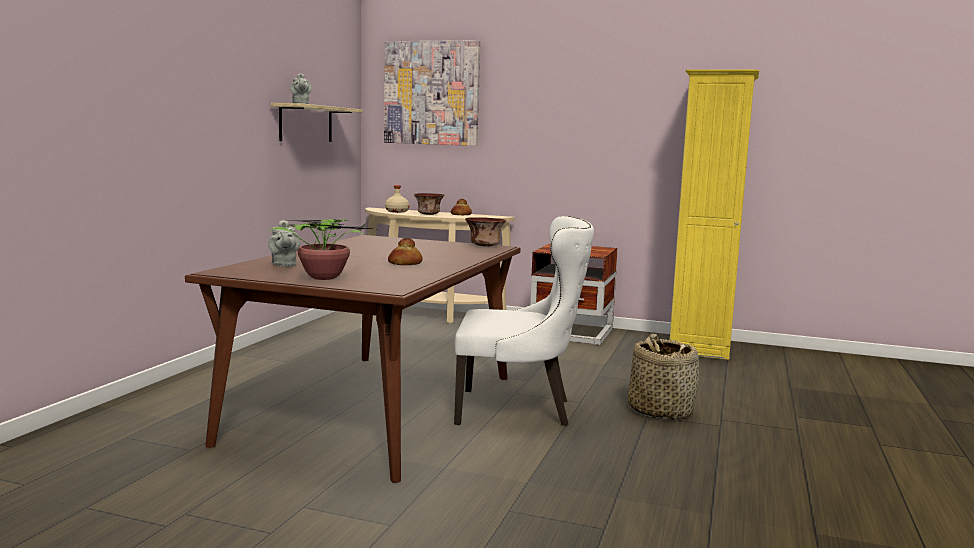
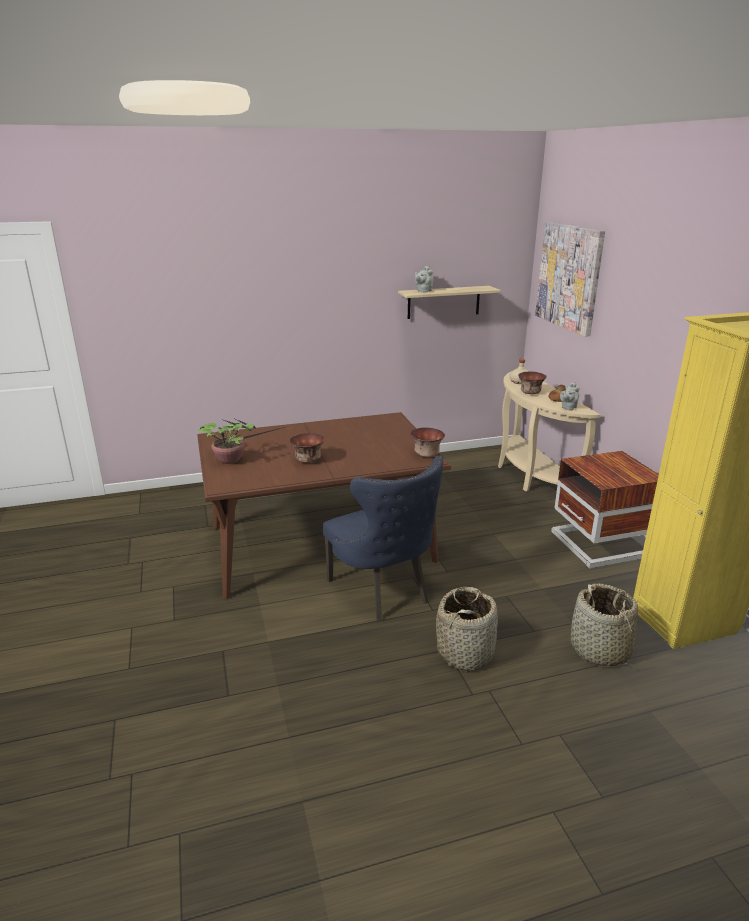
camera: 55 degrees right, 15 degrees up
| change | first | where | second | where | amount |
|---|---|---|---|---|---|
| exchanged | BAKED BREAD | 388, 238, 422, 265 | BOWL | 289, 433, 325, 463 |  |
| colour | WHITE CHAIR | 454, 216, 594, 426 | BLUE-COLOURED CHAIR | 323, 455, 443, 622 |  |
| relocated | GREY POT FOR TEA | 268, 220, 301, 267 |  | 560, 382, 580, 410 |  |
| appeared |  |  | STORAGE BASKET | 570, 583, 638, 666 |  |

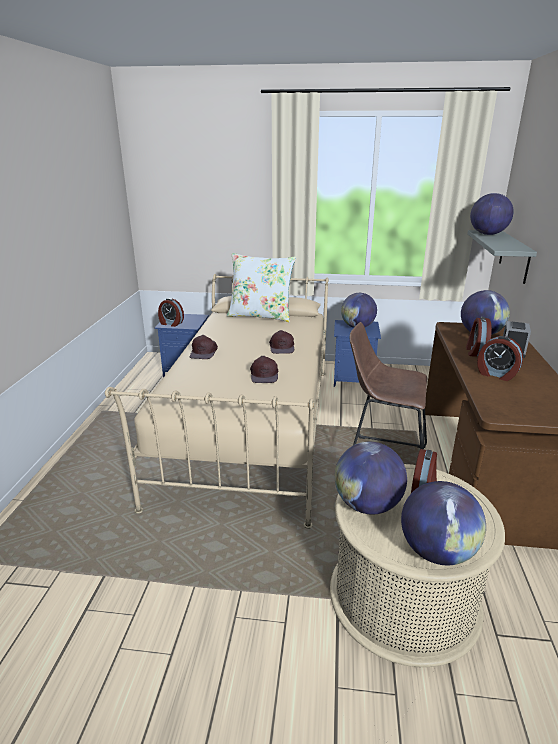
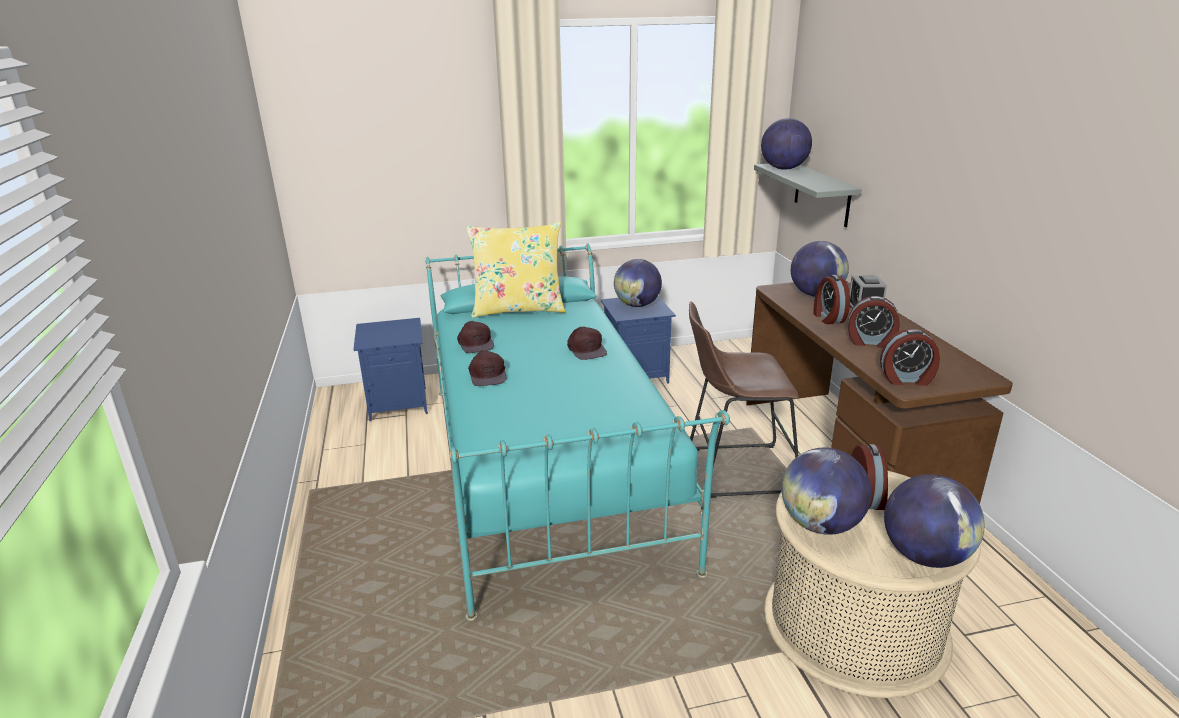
camera: 20 degrees left, 0 degrees up
| change | first | where | second | where | amount |
|---|---|---|---|---|---|
| colour | SAND-COLOURED SLEEPING BED | 105, 274, 329, 529 | TURQUOISE-COLOURED SLEEPING BED | 425, 243, 730, 621 |  |
| relocated | BROWNISH PEAKED CAP | 250, 356, 278, 383 |  | 457, 321, 494, 353 |  |
| colour | WHITE CUSHION | 227, 253, 296, 322 | YELLOWISH CUSHION | 466, 222, 565, 318 |  |
| relocated | BEDSIDE CLOCK | 158, 298, 184, 327 |  | 880, 329, 940, 385 |  |

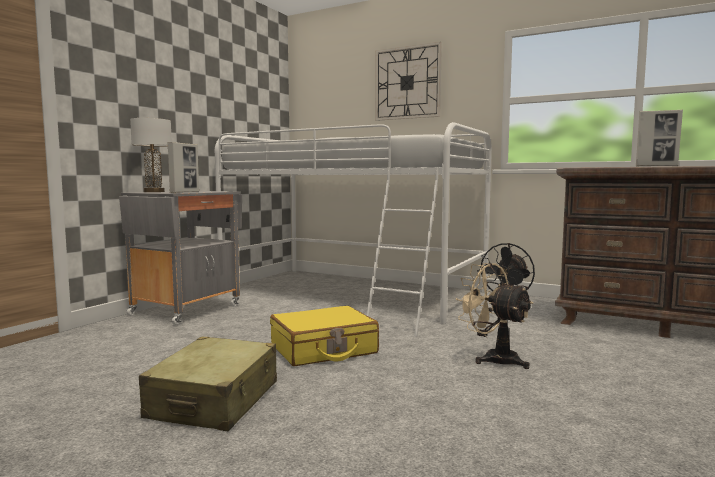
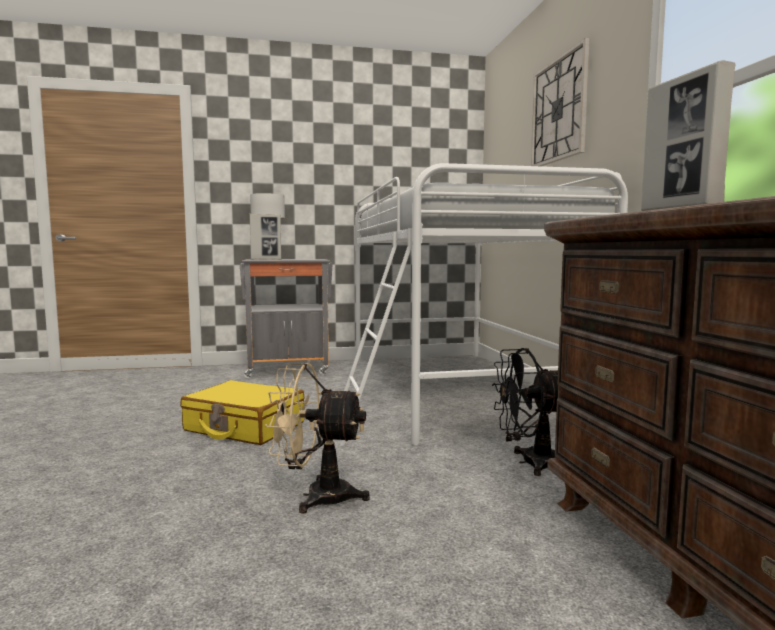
camera: 50 degrees right, 0 degrees up
| change | first | where | second | where | amount |
|---|---|---|---|---|---|
| spun | SAND-COLOURED FAN | 456, 263, 533, 369 |  | 265, 363, 370, 513 | 90 degrees counterclockwise |
| missing | SAND-COLOURED PIECE OF LUGGAGE | 139, 337, 277, 431 |  |  |  |

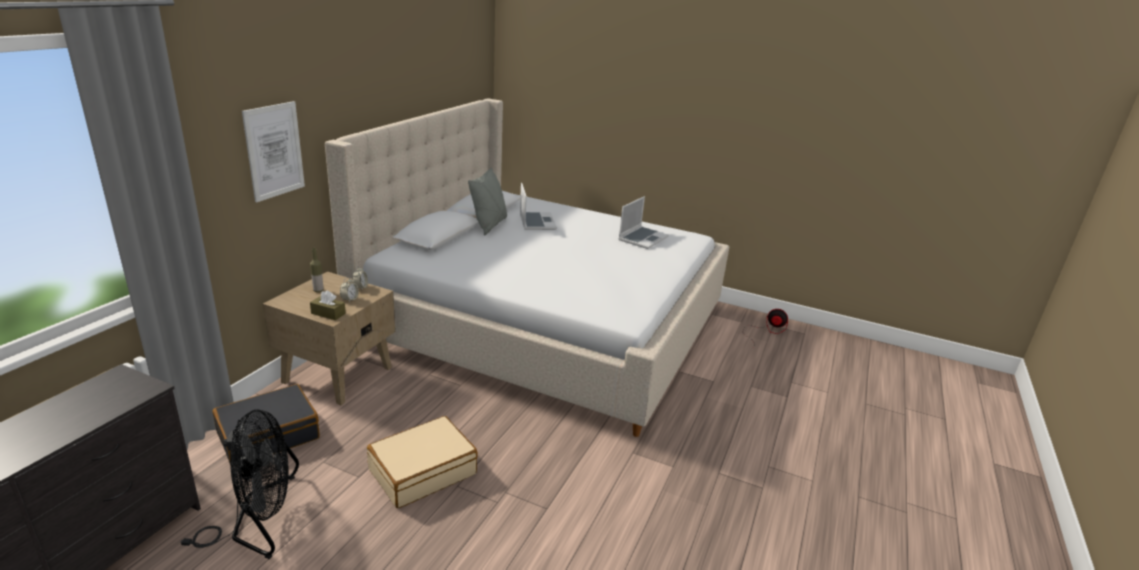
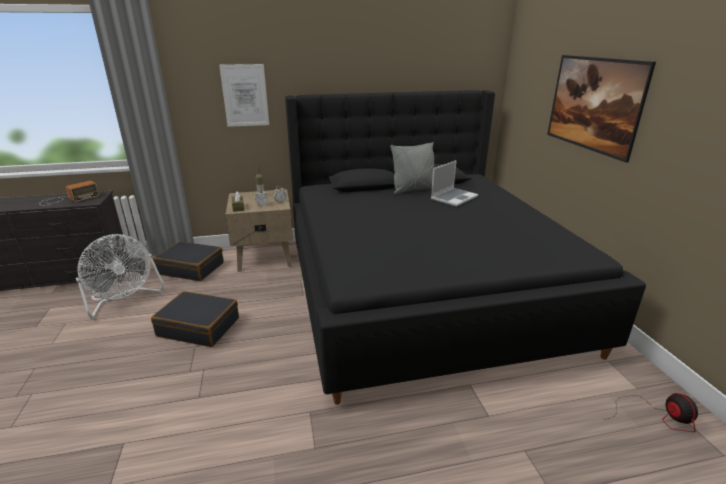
camera: 55 degrees right, 0 degrees up
| change | first | where | second | where | amount |
|---|---|---|---|---|---|
| appeared |  |  | RADIO | 39, 181, 100, 206 |  |
| colour | BLACK FAN | 181, 409, 299, 559 | WHITE FAN | 76, 234, 164, 320 |  |
| colour | SAND-COLOURED PIECE OF LUGGAGE | 367, 416, 478, 508 | BLACK PIECE OF LUGGAGE | 151, 291, 239, 347 |  |
| colour | SAND-COLOURED SLEEPING BED | 325, 98, 729, 437 | BLACK SLEEPING BED | 285, 90, 646, 405 |  |
| appeared |  |  | WALL PICTURE | 547, 55, 656, 163 |  |
| missing | PORTABLE COMPUTER | 619, 196, 669, 249 |  |  |  |

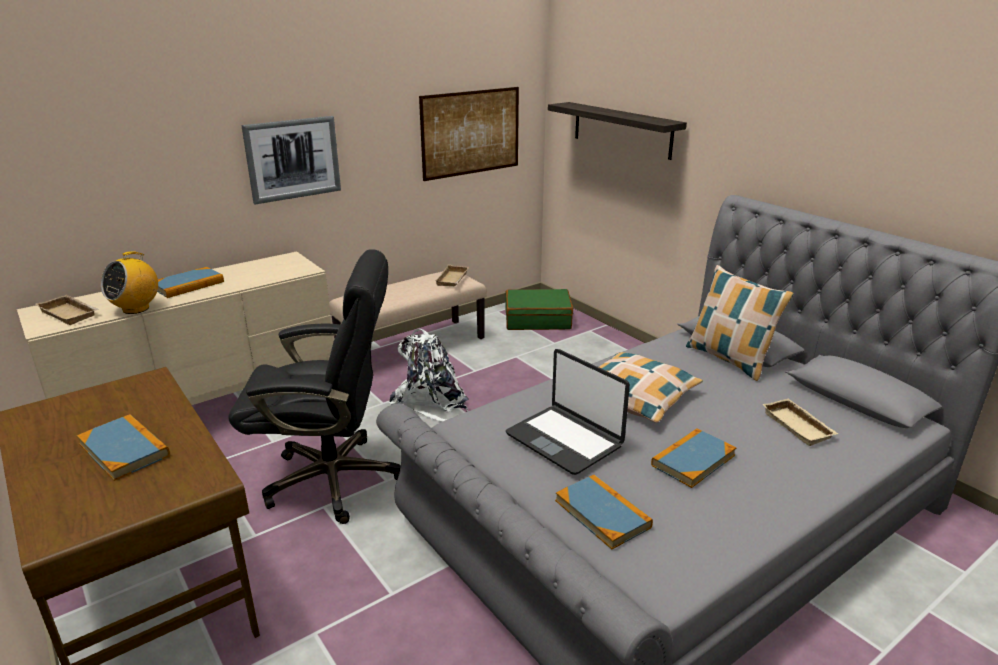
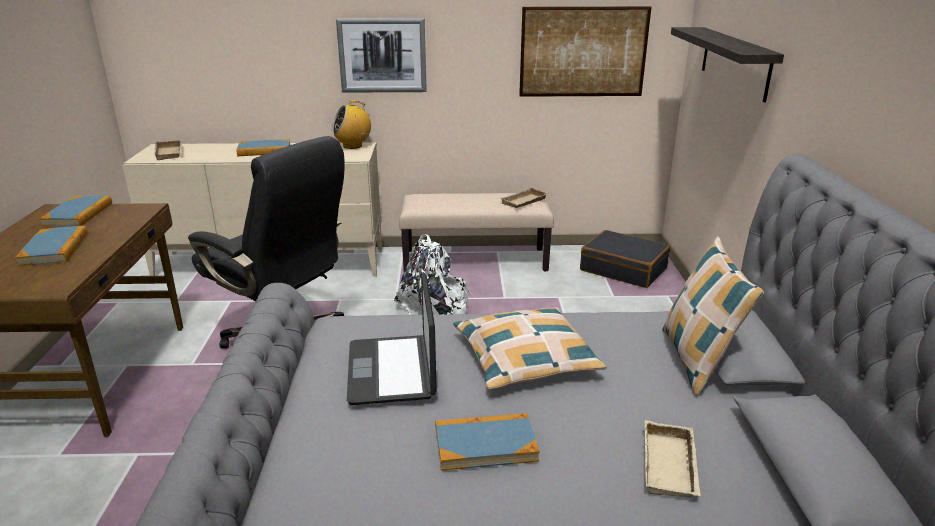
camera: 35 degrees right, 0 degrees up
| change | first | where | second | where | amount |
|---|---|---|---|---|---|
| relocated | BOOK | 555, 475, 653, 549 |  | 39, 196, 112, 227 |  |
| relocated | RADIO | 101, 251, 158, 314 |  | 332, 100, 371, 149 |  |
| colour | GREENISH PIECE OF LUGGAGE | 505, 289, 573, 330 | BLACK PIECE OF LUGGAGE | 580, 230, 671, 288 |  |

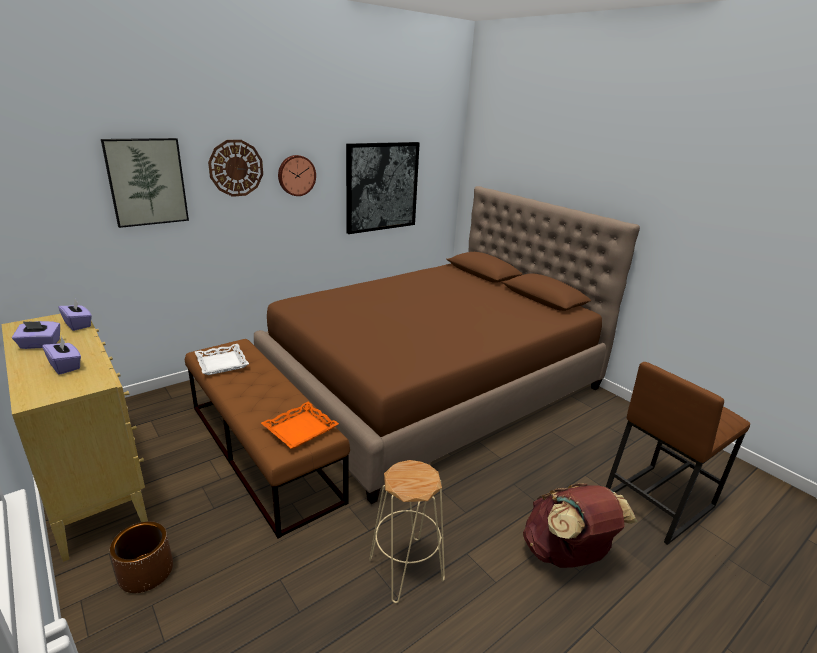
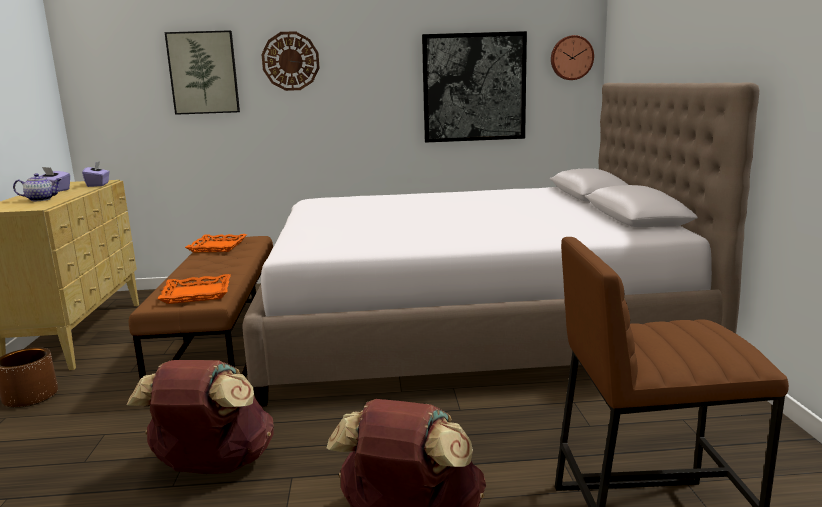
camera: 35 degrees right, 10 degrees down
| change | first | where | second | where | amount |
|---|---|---|---|---|---|
| exchanged | PURPLISH BOX OF TISSUES | 42, 336, 81, 375 | POT FOR TEA | 13, 173, 62, 201 |  |
| exchanged | SAND-COLOURED SITTING STOOL | 369, 460, 445, 603 | BROWNISH BACKPACK | 127, 360, 274, 474 |  |
| colour | WHITE TRAY | 195, 344, 249, 375 | ORANGE-COLOURED TRAY | 185, 234, 247, 252 |  |
| colour | BROWNISH SLEEPING BED | 254, 186, 640, 504 | WHITE SLEEPING BED | 242, 82, 760, 407 |  |
| relocated | CLOCK ON THE WALL | 278, 155, 316, 196 |  | 551, 35, 594, 80 |  |

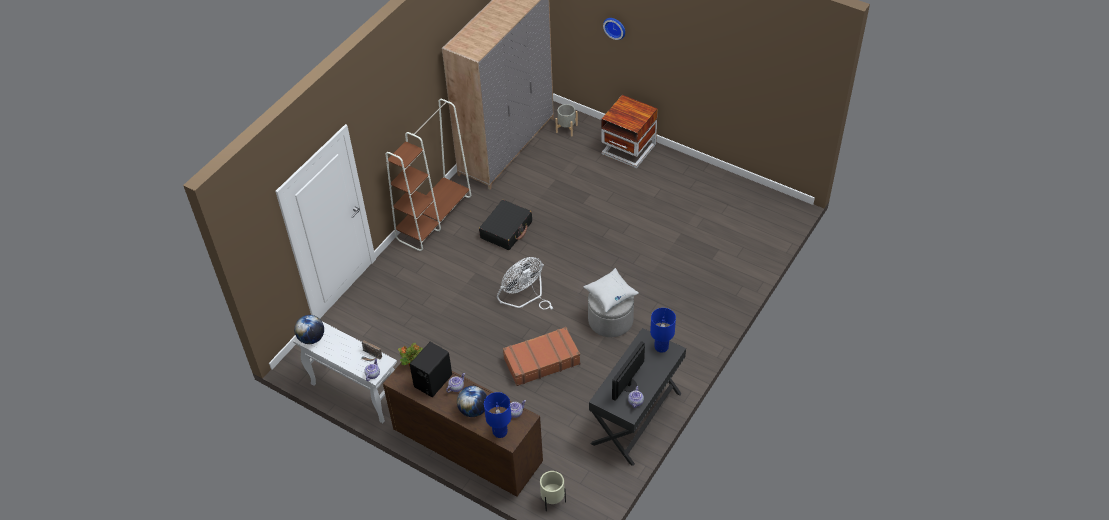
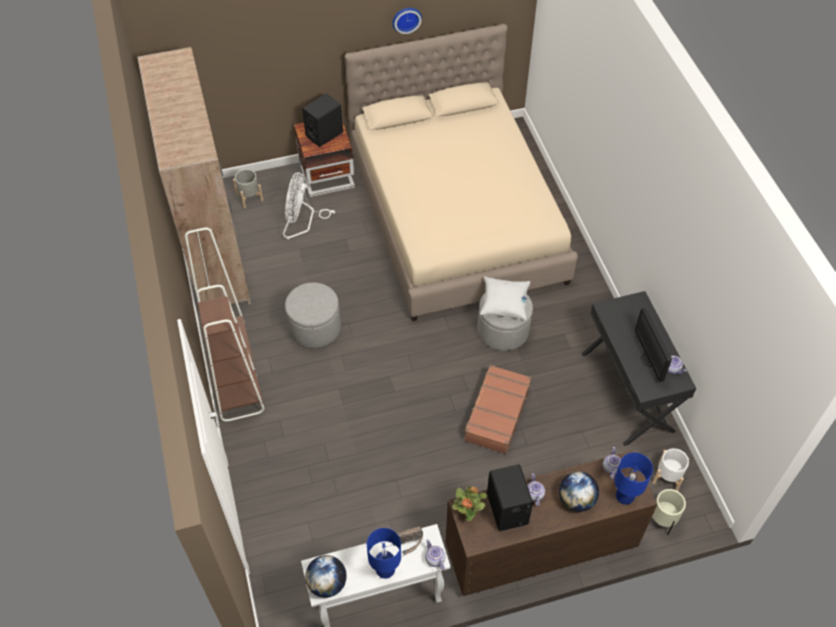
camera: 50 degrees left, 5 degrees up
| change | first | where | second | where | amount |
|---|---|---|---|---|---|
| relocated | WHITE FAN | 497, 257, 553, 310 |  | 283, 172, 335, 240 |  |
| exchanged | BLACK PIECE OF LUGGAGE | 479, 200, 532, 250 | GREY FOOTREST | 285, 283, 341, 348 |  |
| appeared |  |  | BLACK SPEAKER | 302, 93, 343, 147 |  |
| appeared |  |  | SAND-COLOURED SLEEPING BED | 345, 24, 578, 322 |  |
| relocated | BLUE-COLOURED LAMP FOR A TABLE | 650, 308, 676, 353 |  | 367, 528, 401, 579 |  |
| relocated | CLOCK ON THE WALL | 603, 18, 625, 40 |  | 393, 8, 422, 34 |  |
| appeared |  |  | WHITE PLANTER | 653, 448, 689, 491 |  |

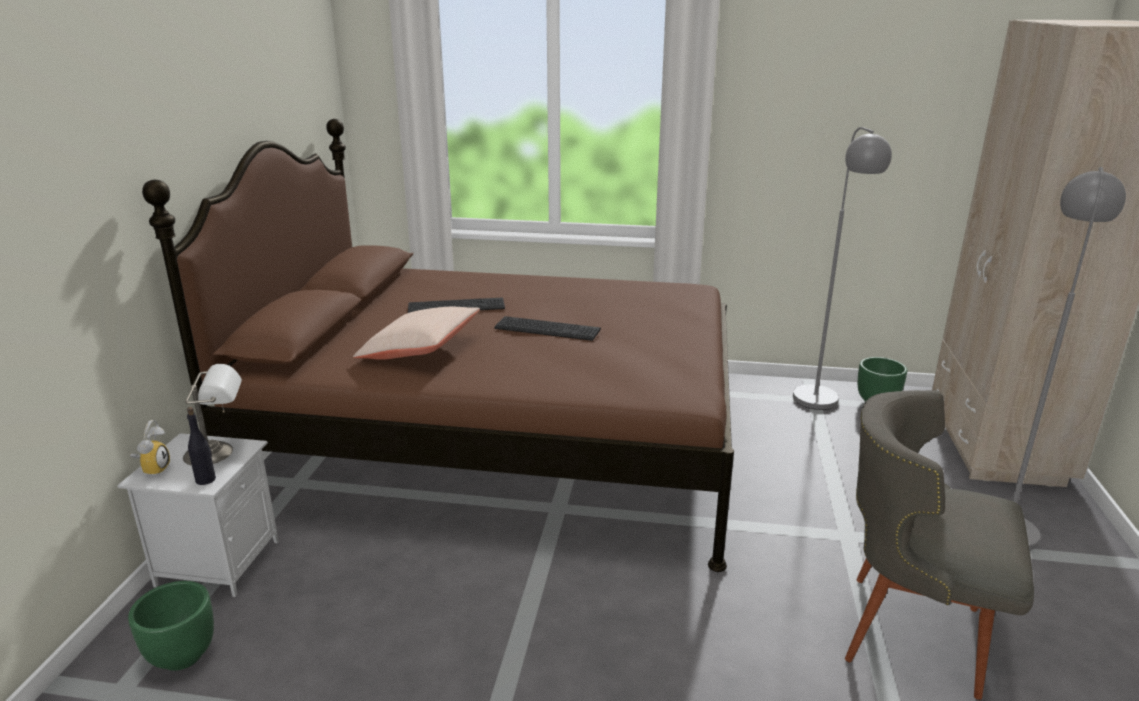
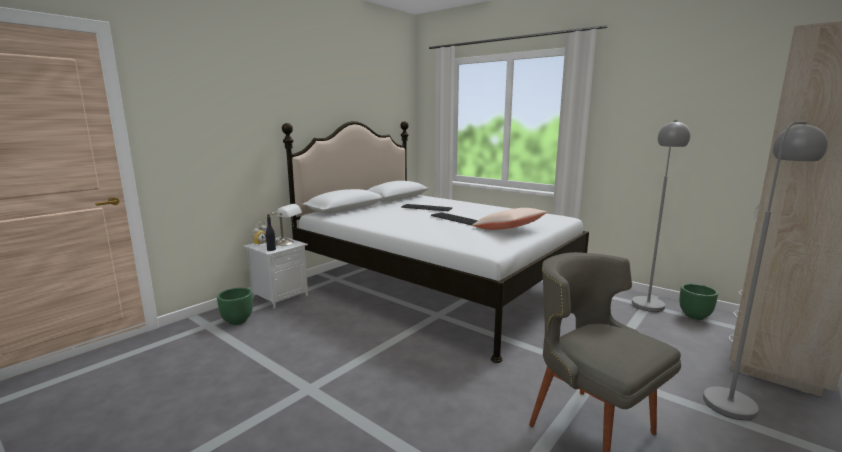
camera: 30 degrees right, 10 degrees down
| change | first | where | second | where | amount |
|---|---|---|---|---|---|
| colour | BROWNISH SLEEPING BED | 142, 119, 734, 572 | WHITE SLEEPING BED | 282, 121, 589, 363 |  |
| relocated | SAND-COLOURED CUSHION | 353, 307, 480, 360 |  | 472, 208, 547, 230 |  |

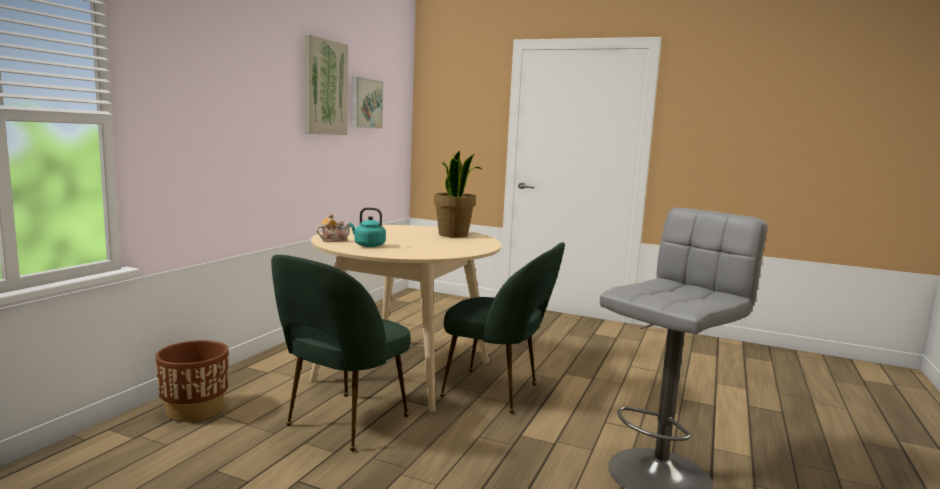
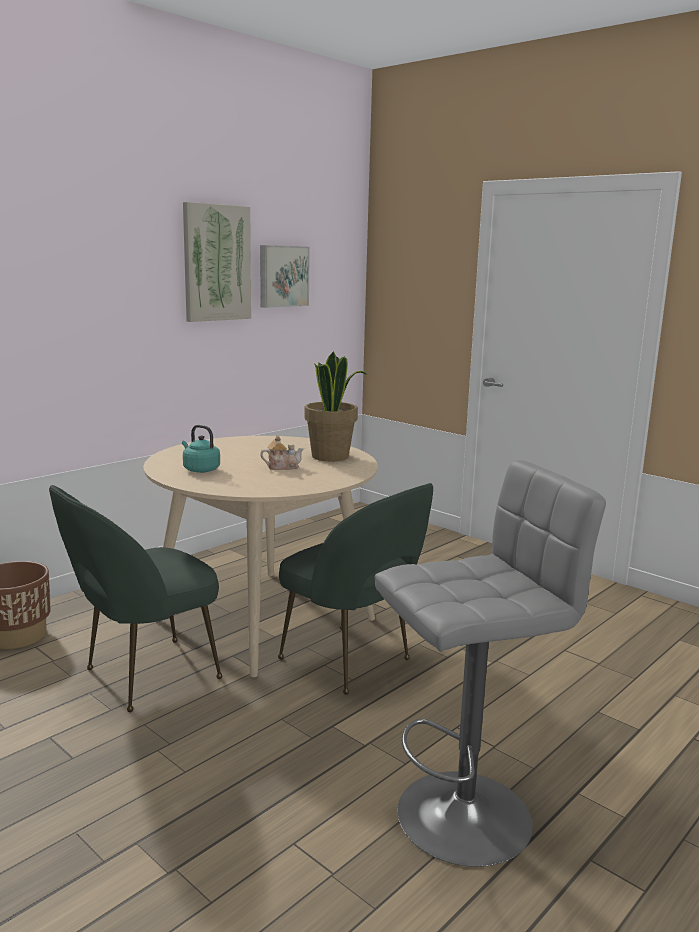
camera: 20 degrees right, 5 degrees up
| change | first | where | second | where | amount |
|---|---|---|---|---|---|
| relocated | POT FOR TEA | 316, 213, 350, 242 |  | 260, 435, 304, 470 |  |

